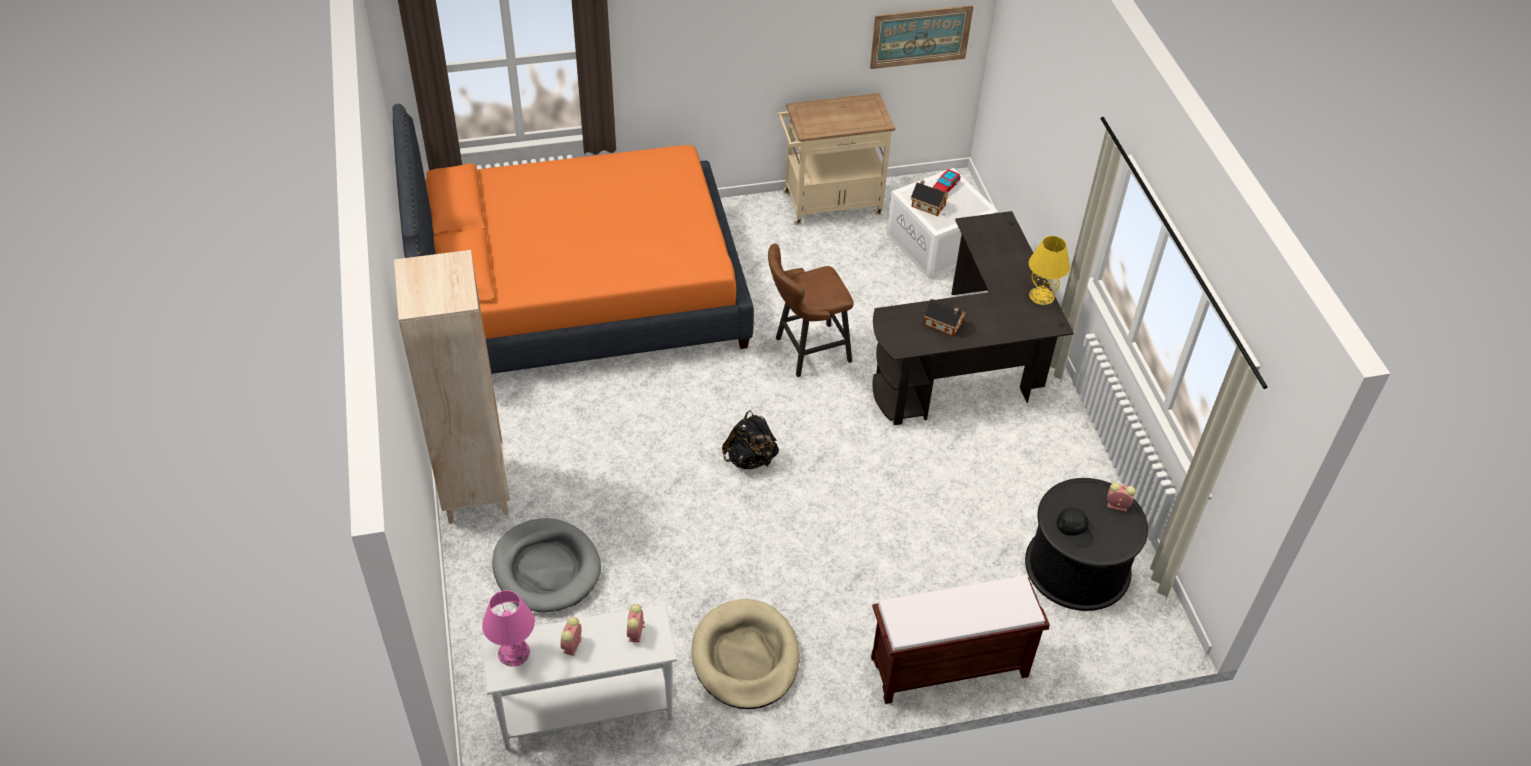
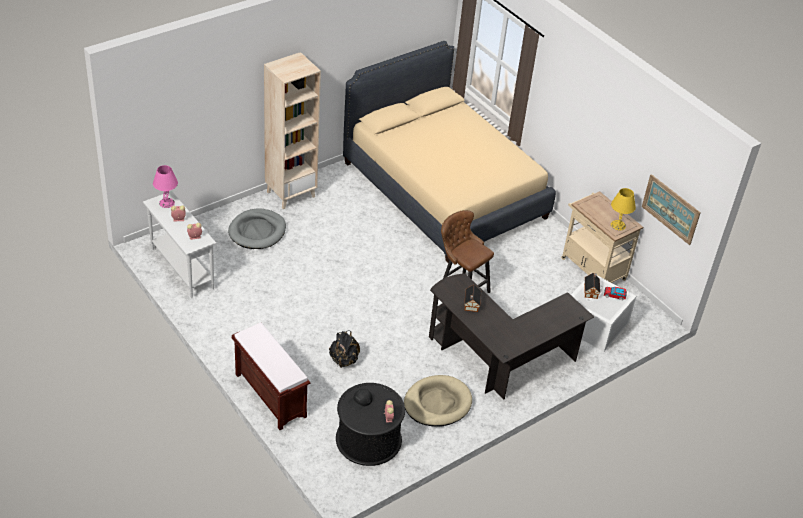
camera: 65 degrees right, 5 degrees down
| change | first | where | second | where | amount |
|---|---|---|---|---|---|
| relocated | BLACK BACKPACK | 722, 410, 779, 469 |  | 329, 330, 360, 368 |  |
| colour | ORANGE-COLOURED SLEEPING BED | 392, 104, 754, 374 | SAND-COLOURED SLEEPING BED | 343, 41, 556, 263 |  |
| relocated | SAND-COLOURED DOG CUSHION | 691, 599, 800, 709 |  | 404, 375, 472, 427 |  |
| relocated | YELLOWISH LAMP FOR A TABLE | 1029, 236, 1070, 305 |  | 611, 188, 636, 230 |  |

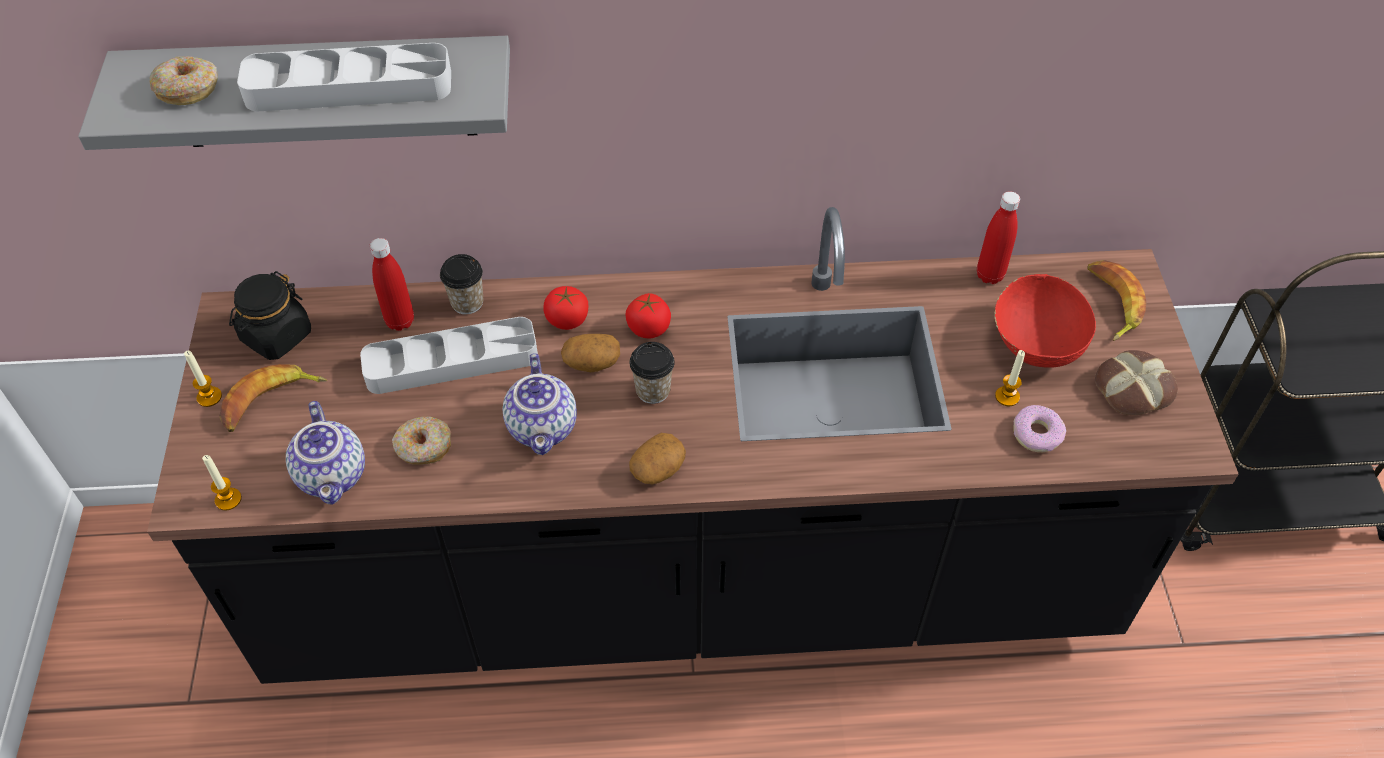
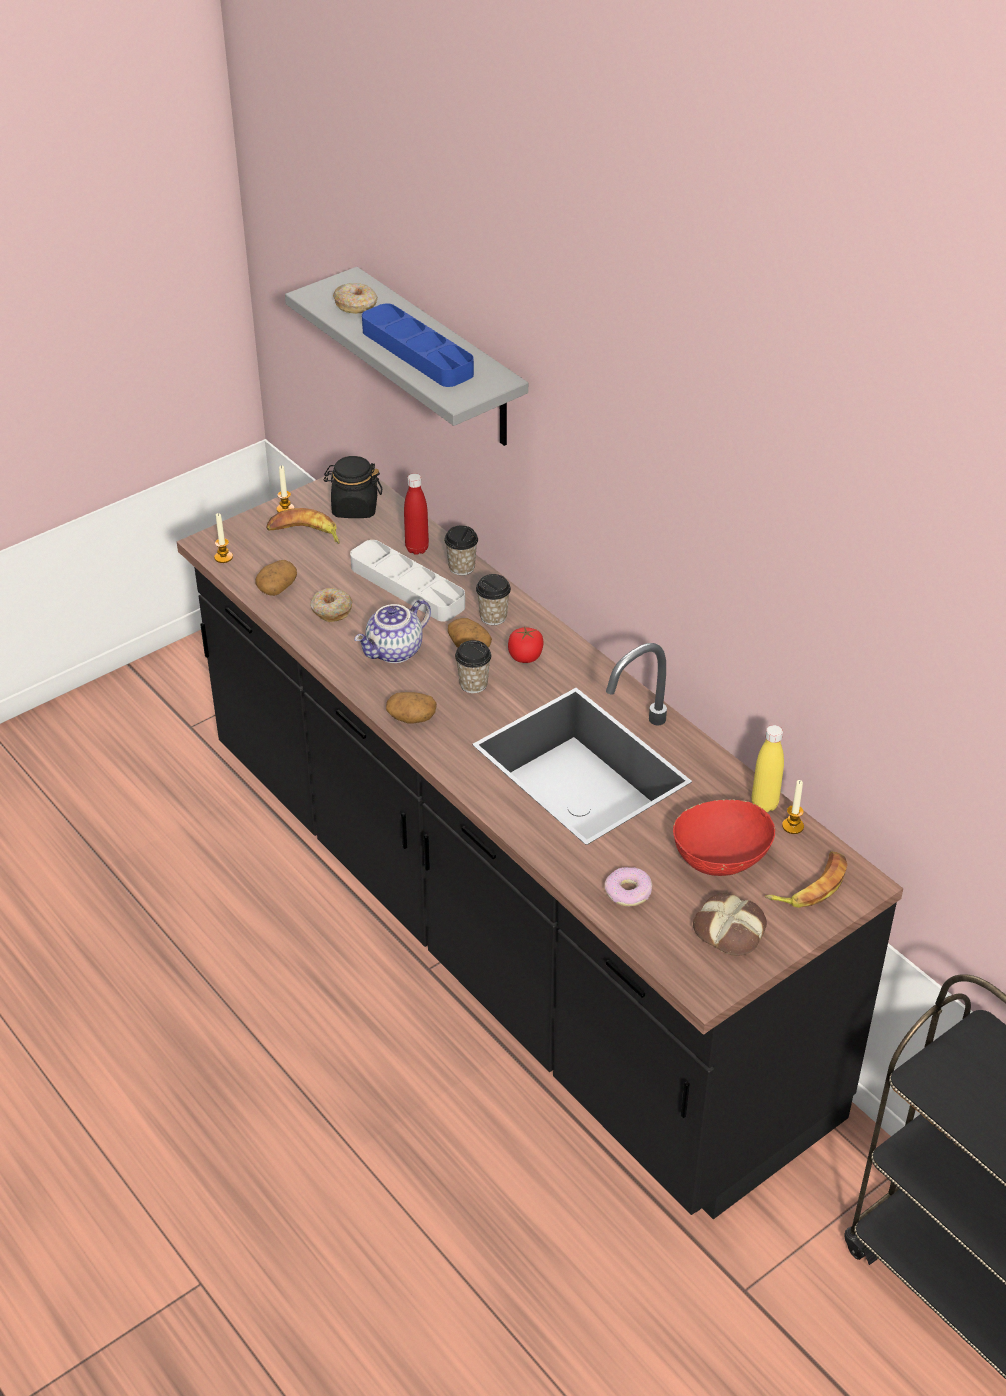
camera: 55 degrees right, 10 degrees down
| change | first | where | second | where | amount |
|---|---|---|---|---|---|
| exchanged | POT FOR TEA | 286, 401, 365, 504 | SPUD | 255, 560, 297, 596 |  |
| colour | GREY TRAY | 237, 43, 451, 111 | BLUE-COLOURED TRAY | 362, 303, 474, 387 |  |
| exchanged | WHOLE TOMATO | 543, 286, 588, 330 | CUP | 476, 574, 511, 625 |  |
| colour | REDDISH DRINK BOTTLE | 977, 191, 1020, 284 | YELLOWISH DRINK BOTTLE | 752, 725, 784, 812 |  |
| relocated | CANDLE | 995, 350, 1025, 406 |  | 782, 780, 804, 834 |  |

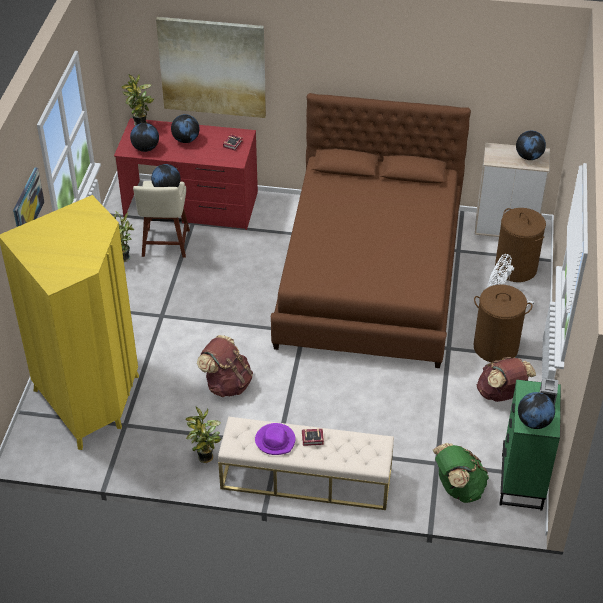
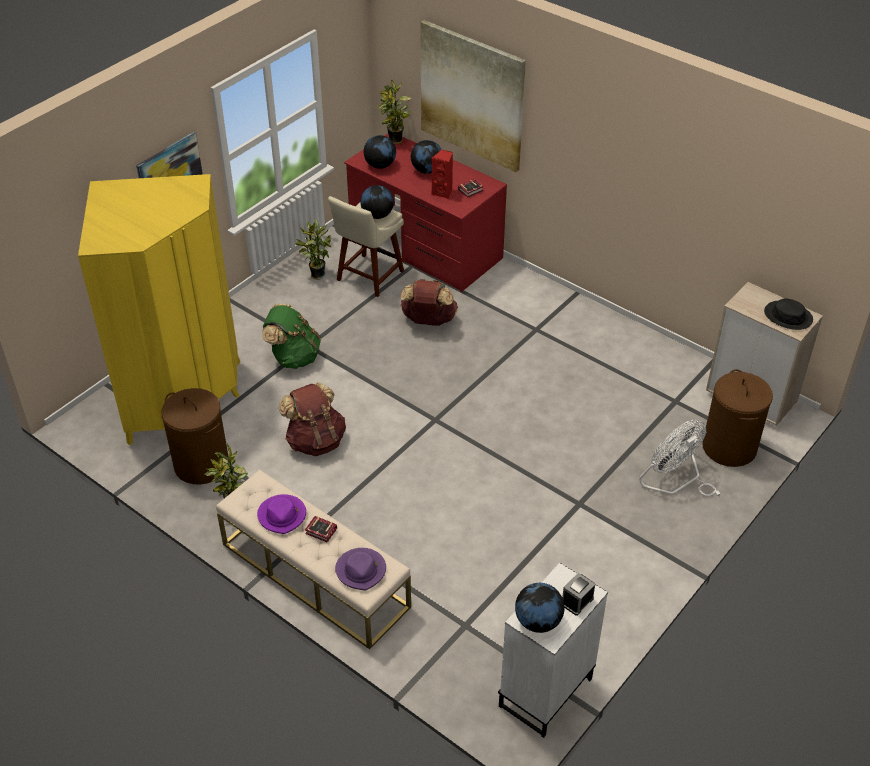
camera: 30 degrees right, 0 degrees up
| change | first | where | second | where | amount |
|---|---|---|---|---|---|
| relocated | BROWNISH WASHING BASKET | 474, 284, 532, 362 |  | 162, 388, 228, 485 |  |
| relocated | GREENISH BACKPACK | 433, 443, 489, 503 |  | 262, 304, 321, 369 |  |
| appeared |  |  | PURPLISH WEARABLE HAT | 335, 548, 386, 590 |  |
| relocated | BROWNISH BACKPACK | 477, 357, 536, 402 |  | 401, 279, 458, 326 |  |
| appeared |  |  | REDDISH SPEAKER | 432, 149, 453, 199 |  |
| colour | GREENISH DRAWER CHEST | 499, 379, 561, 511 | WHITE DRAWER CHEST | 498, 562, 608, 738 |  |
| exchanged | DESK GLOBE | 516, 131, 546, 160 | BLACK WEARABLE HAT | 764, 299, 813, 330 |  |
| missing | BROWNISH SLEEPING BED | 271, 93, 471, 368 |  |  |  |

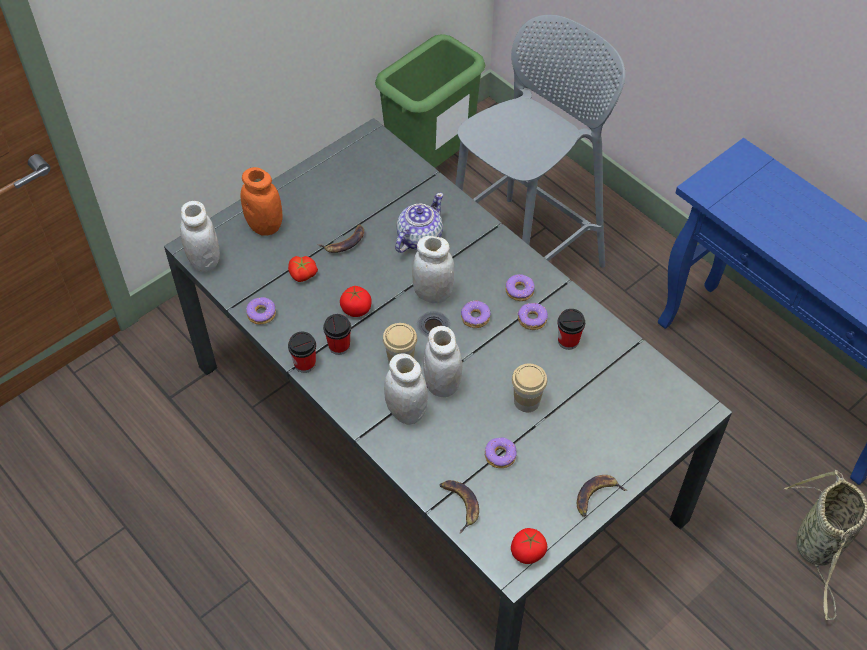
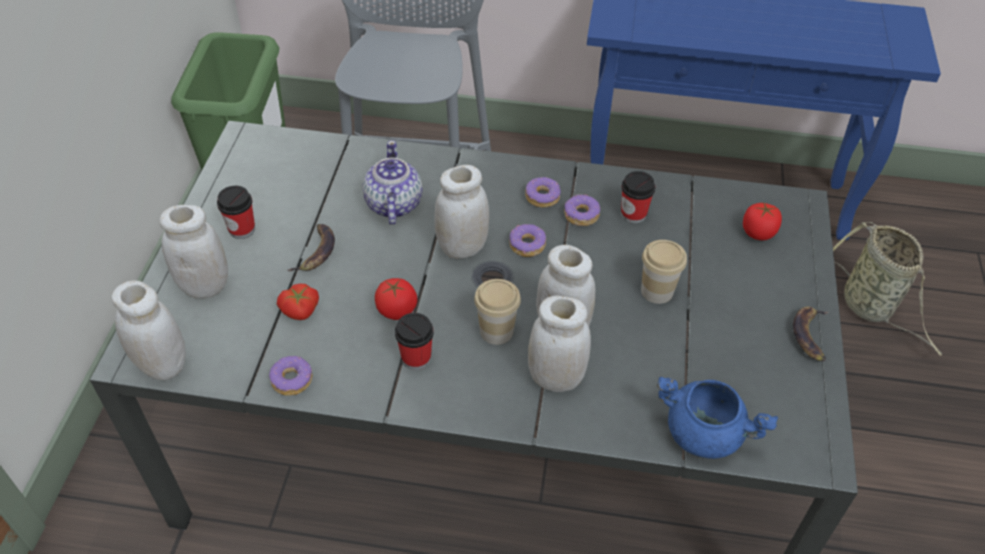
camera: 40 degrees left, 5 degrees down
| change | first | where | second | where | amount |
|---|---|---|---|---|---|
| colour | ORANGE-COLOURED JAR | 241, 167, 283, 236 | WHITE JAR | 159, 205, 228, 299 |  |
| relocated | CUP | 288, 332, 316, 373 |  | 217, 186, 255, 239 |  |
| exchanged | WHOLE BANANA | 439, 480, 479, 533 | BLUE-COLOURED SAUCEPOT | 657, 377, 778, 459 |  |
| relocated | WHOLE TOMATO | 511, 528, 547, 564 |  | 743, 203, 782, 240 |  |
| missing | RING DOUGHNUT | 485, 437, 517, 468 |  |  |  |

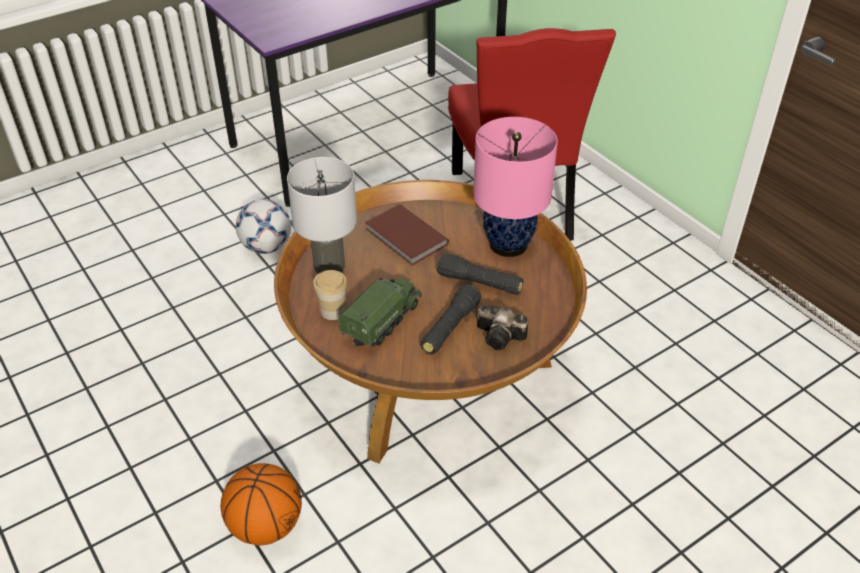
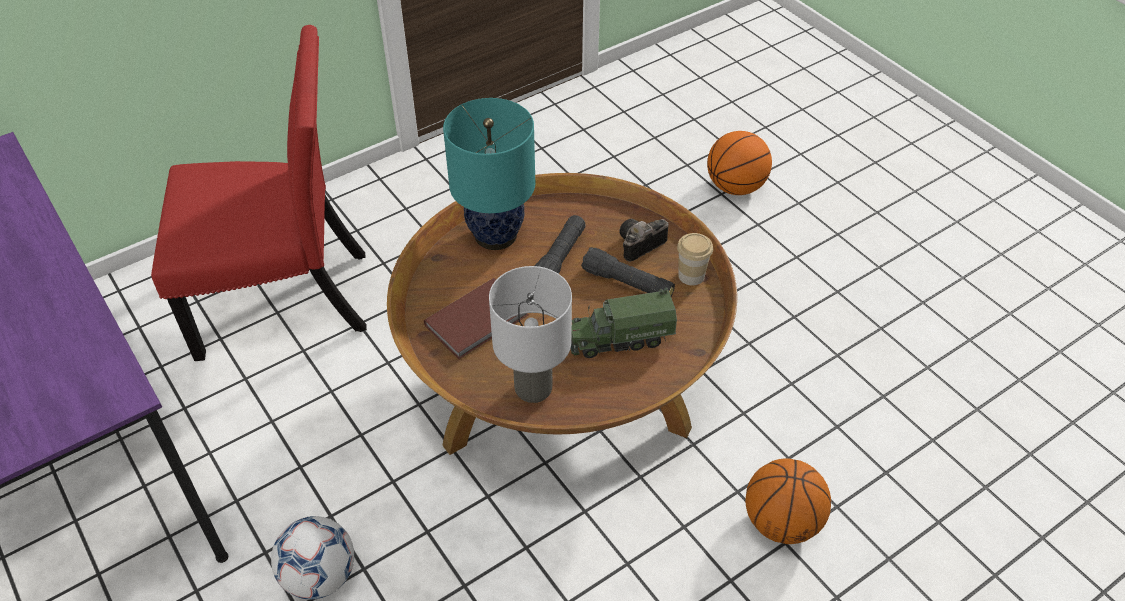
camera: 90 degrees left, 5 degrees up
| change | first | where | second | where | amount |
|---|---|---|---|---|---|
| colour | PINK LAMP FOR A TABLE | 473, 117, 558, 257 | TURQUOISE-COLOURED LAMP FOR A TABLE | 443, 98, 535, 250 |  |
| spun | MODEL TRUCK | 338, 278, 422, 348 |  | 571, 287, 677, 358 | 45 degrees counterclockwise |
| spun | PHOTO CAMERA | 477, 305, 528, 350 |  | 619, 219, 669, 262 | 150 degrees counterclockwise |
| relocated | CUP | 313, 270, 347, 320 |  | 677, 233, 713, 286 |  |
| appeared |  |  | BALL FOR BASKETBALL | 707, 131, 772, 195 |  |

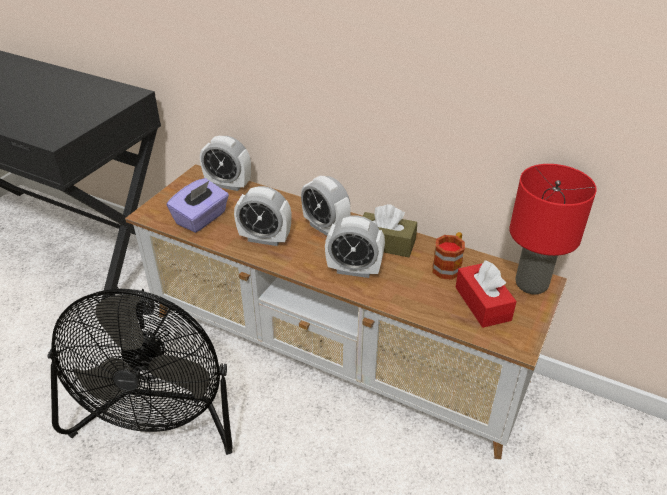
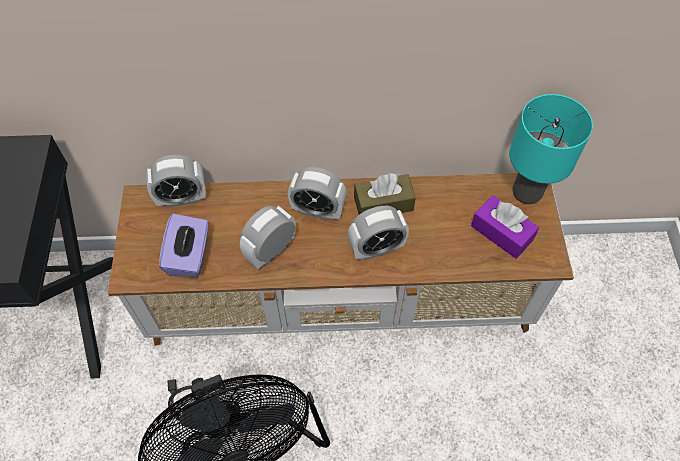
camera: 30 degrees left, 20 degrees up
| change | first | where | second | where | amount |
|---|---|---|---|---|---|
| spun | BEDSIDE CLOCK | 234, 186, 292, 246 |  | 240, 206, 295, 269 | 150 degrees clockwise |
| colour | REDDISH BOX OF TISSUES | 455, 260, 517, 328 | PURPLISH BOX OF TISSUES | 471, 195, 539, 259 |  |
| colour | REDDISH LAMP FOR A TABLE | 509, 164, 597, 295 | TURQUOISE-COLOURED LAMP FOR A TABLE | 509, 94, 593, 204 |  |
| missing | TEA MUG | 432, 232, 465, 280 |  |  |  |

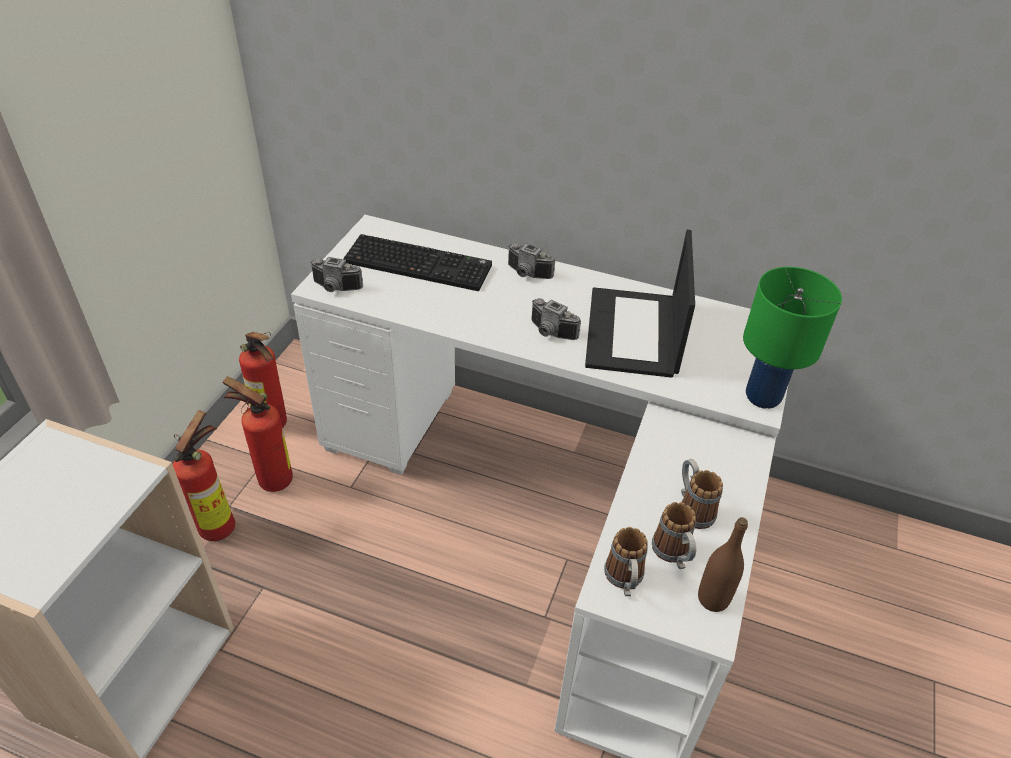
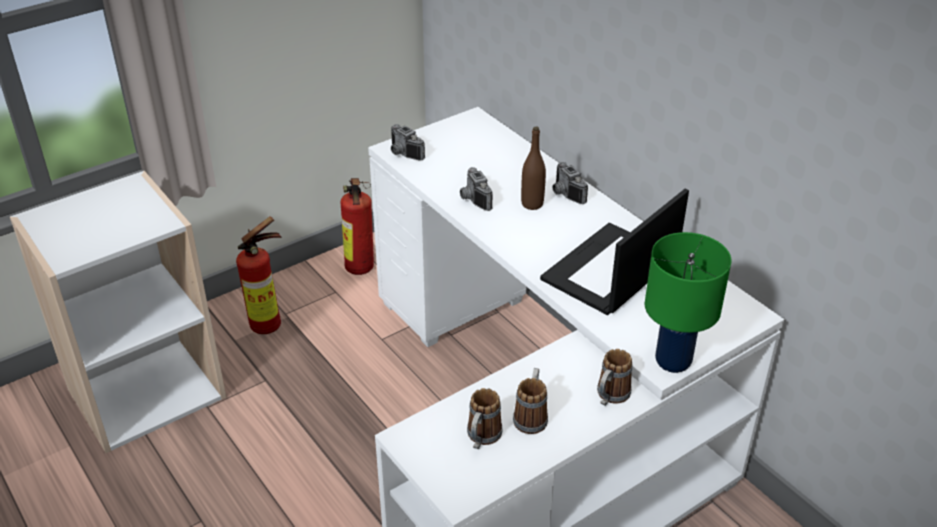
camera: 35 degrees right, 5 degrees down
| change | first | where | second | where | amount |
|---|---|---|---|---|---|
| relocated | PHOTO CAMERA | 531, 298, 581, 340 |  | 460, 167, 493, 211 |  |
| relocated | BROWNISH DRINK BOTTLE | 698, 517, 748, 612 |  | 521, 126, 546, 210 |  |
| relocated | TEA MUG | 604, 527, 648, 596 |  | 597, 349, 632, 406 |  |
| missing | FIRE-FIGHTING CYLINDER | 222, 376, 293, 492 |  |  |  |
| missing | COMPUTER KEYBOARD | 343, 234, 492, 291 |  |  |  |

